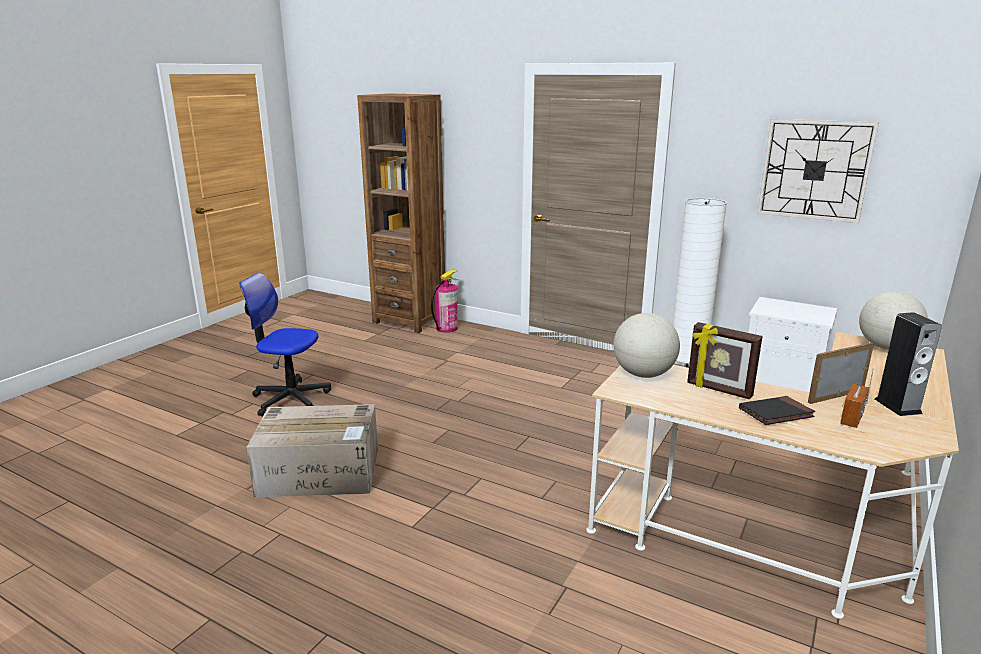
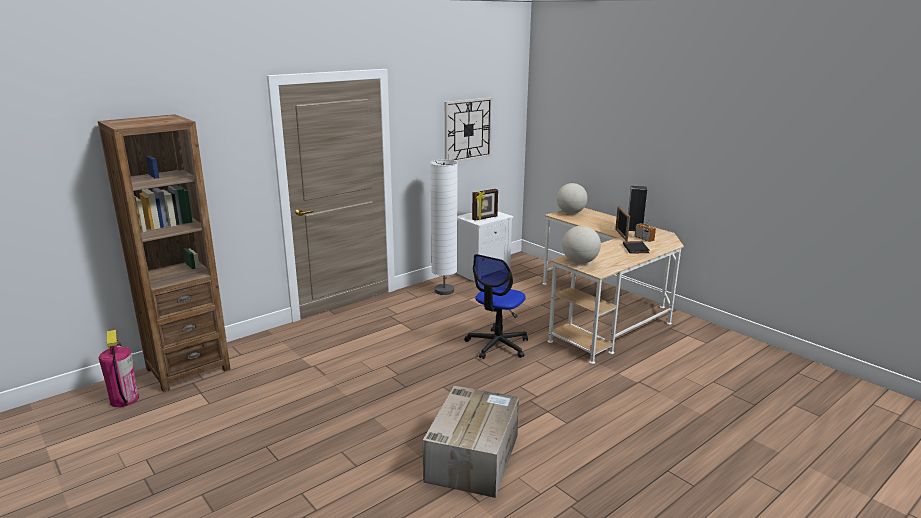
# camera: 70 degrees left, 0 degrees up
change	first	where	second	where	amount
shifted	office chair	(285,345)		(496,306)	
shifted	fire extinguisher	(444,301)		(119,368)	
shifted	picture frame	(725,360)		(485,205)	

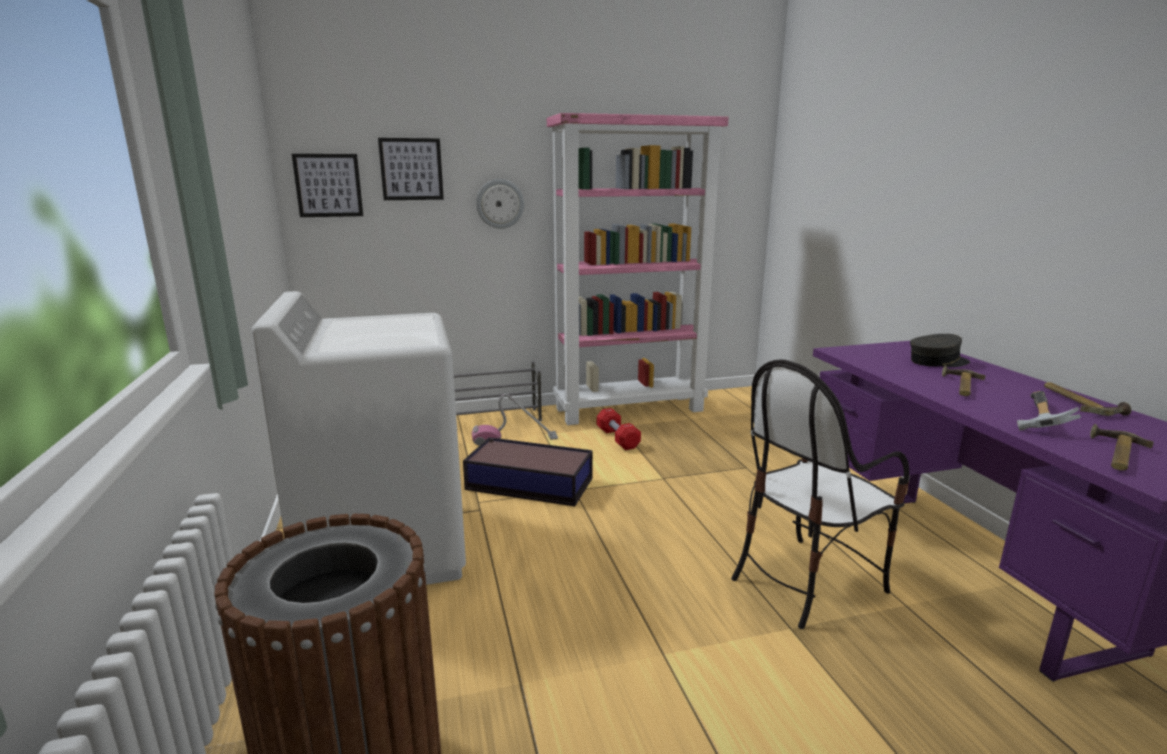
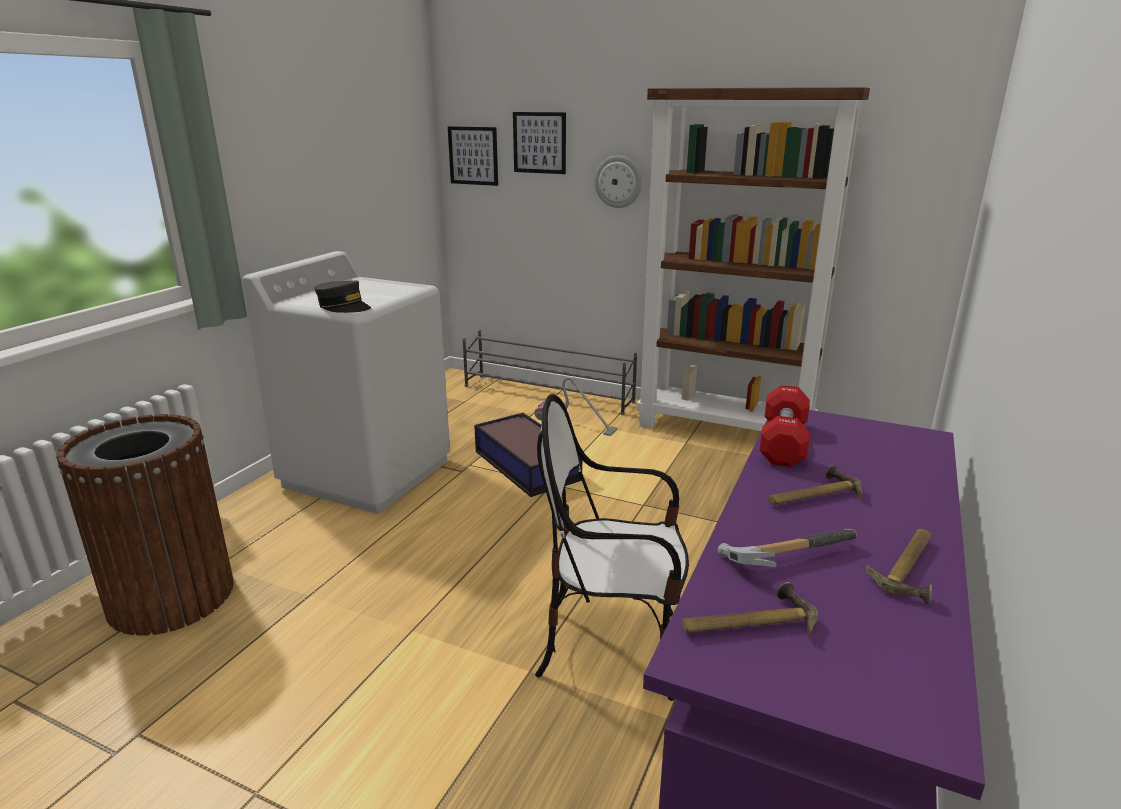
# camera: 40 degrees right, 5 degrees up
change	first	where	second	where	amount
repainted	pink bookcase	(638,269)	brown bookcase	(753,259)	
shifted	red dumbbell	(619,429)		(785,426)	
shifted	grey cap	(940,350)		(342,297)	

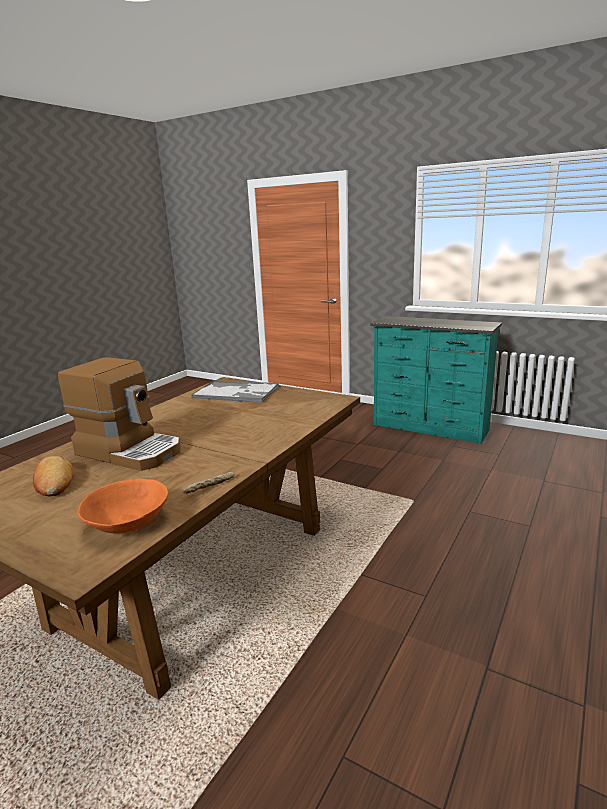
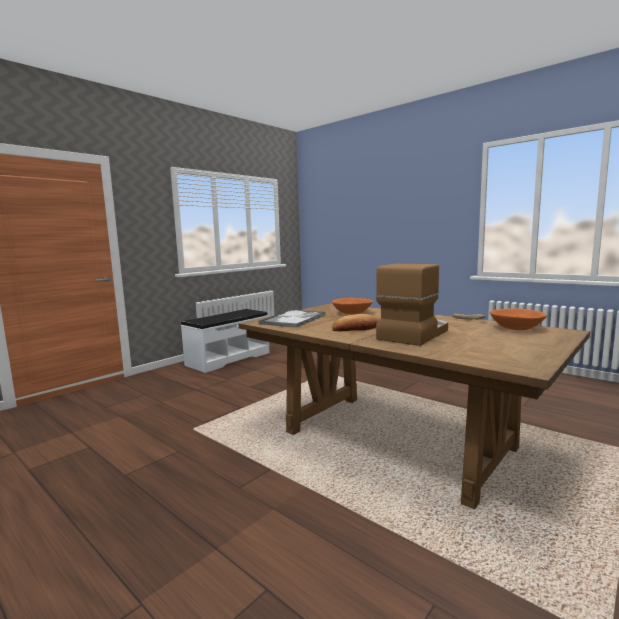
# camera: 80 degrees left, 10 degrees down
change	first	where	second	where	amount
shifted	bread	(53,476)		(356,322)	
swapped	turquoise dresser	(436,380)	white bench	(225,341)	
new			orange bowl	(352,306)	

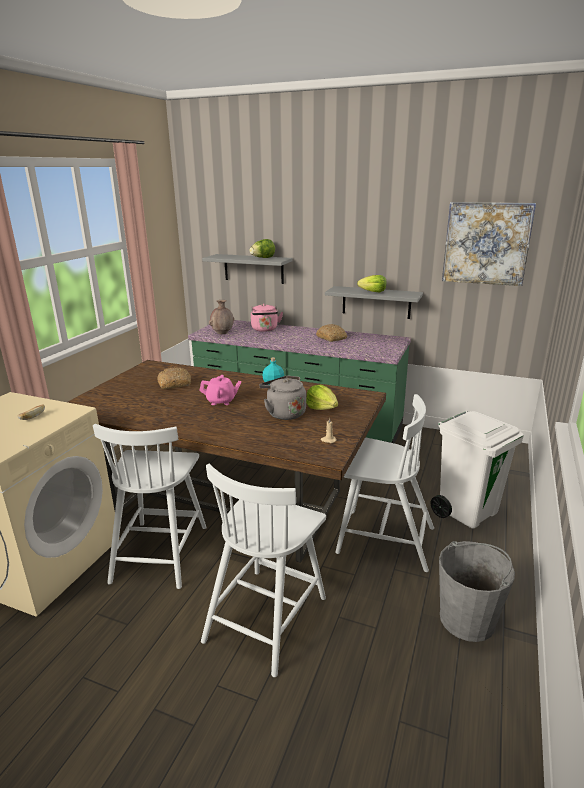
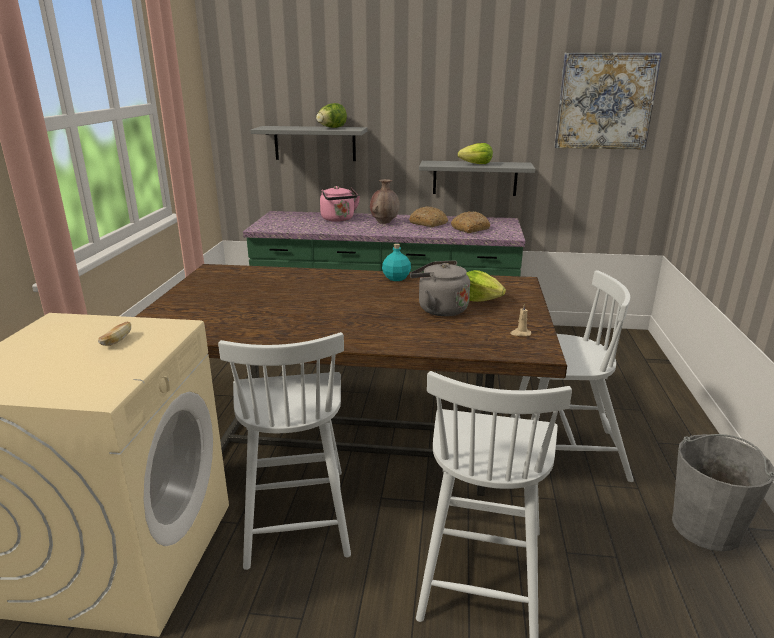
# camera: 15 degrees left, 0 degrees up
change	first	where	second	where	amount
shifted	bread	(174,378)		(470,222)	
gone	pink teapot	(220,390)			
shifted	brown vase	(221,317)		(385,201)	
gone	white trash can	(477,469)			

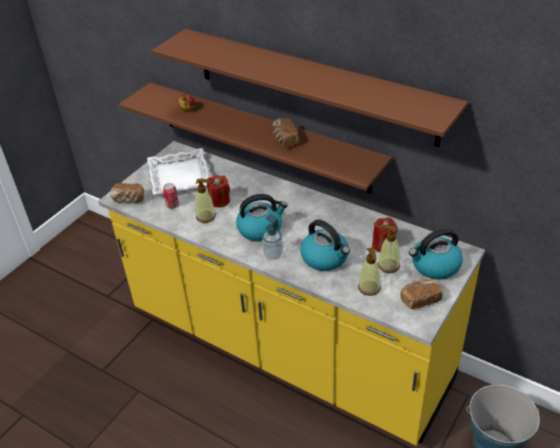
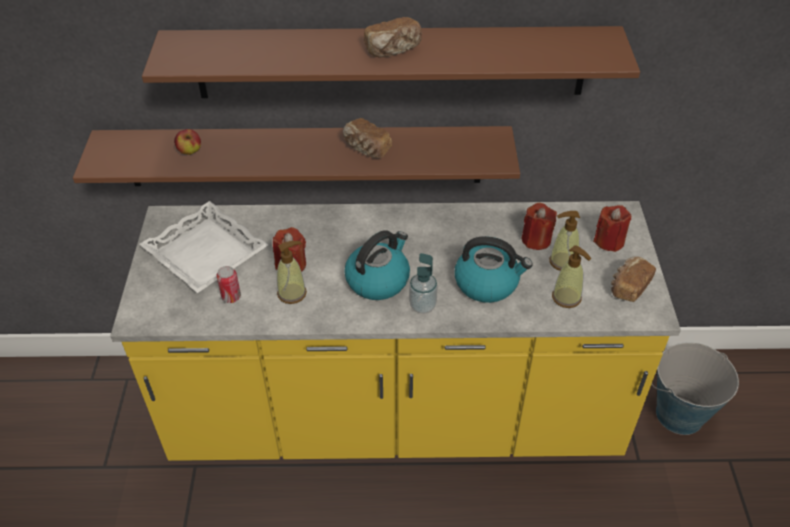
# camera: 35 degrees left, 5 degrees up
change	first	where	second	where	amount
shifted	bread	(127,193)		(393,37)	
swapped	kettle	(436,253)	red candle	(612,228)	

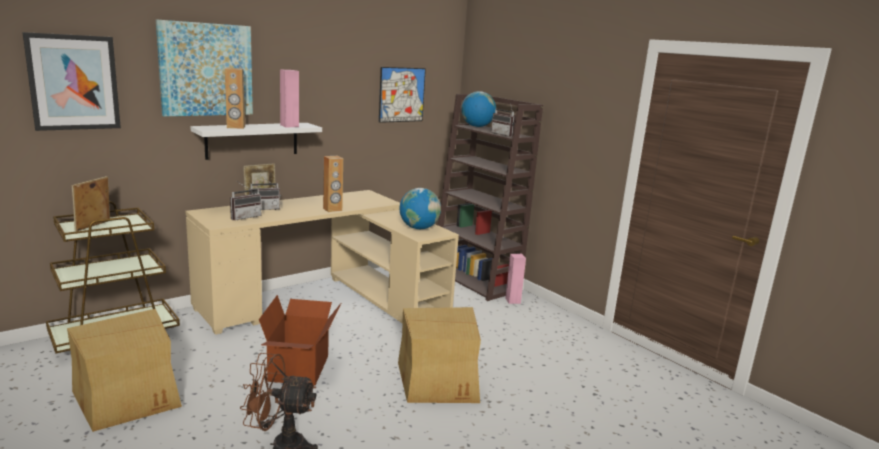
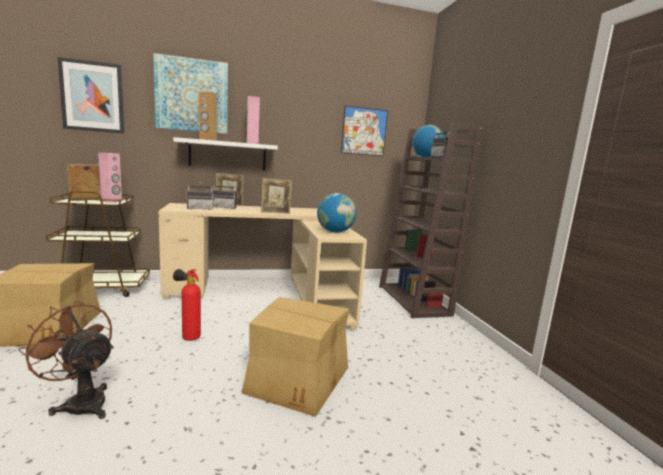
# camera: 25 degrees right, 5 degrees down
change	first	where	second	where	amount
swapped	cardboard box	(300,340)	fire extinguisher	(187,305)	
swapped	brown speaker	(333,184)	picture frame	(276,196)	
shifted	pink speaker	(515,279)		(110,177)	

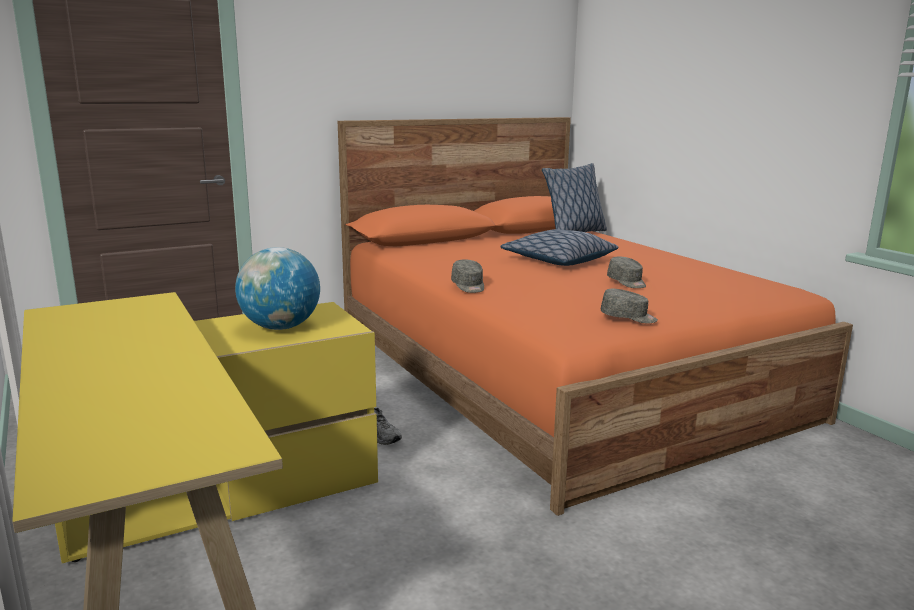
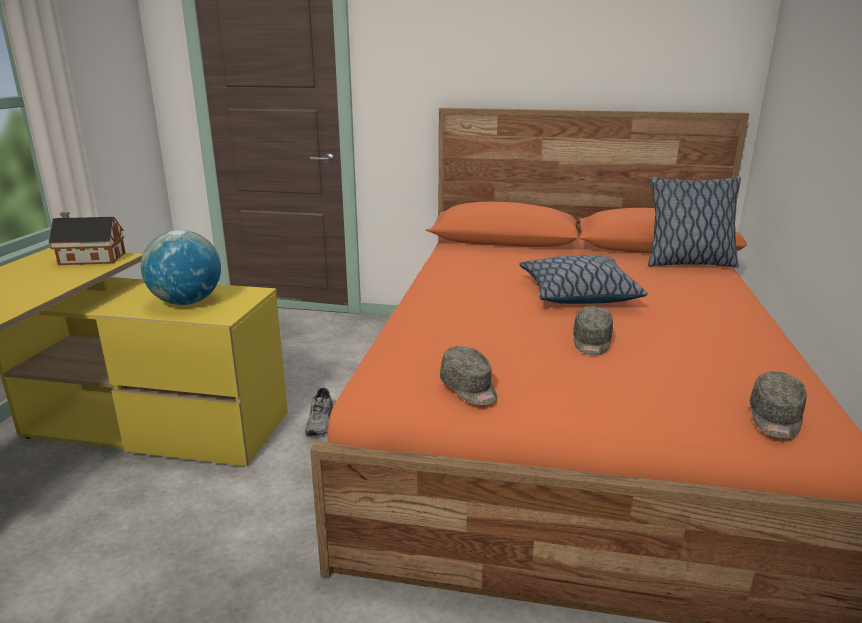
# camera: 40 degrees right, 5 degrees up
change	first	where	second	where	amount
shifted	grey cap	(467,276)		(778,405)	
new			toy house	(87,238)	

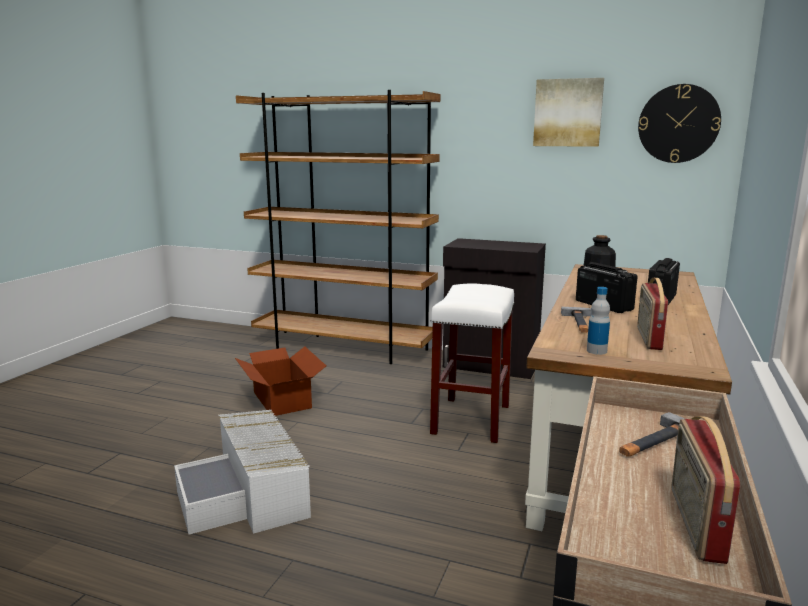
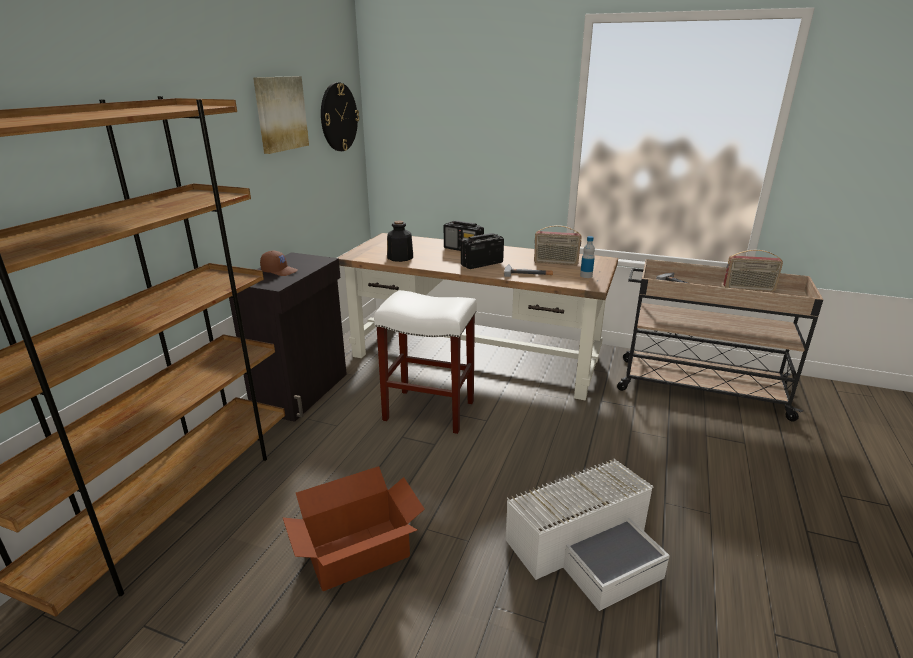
# camera: 90 degrees left, 10 degrees up
change	first	where	second	where	amount
new			brown cap	(279,263)	

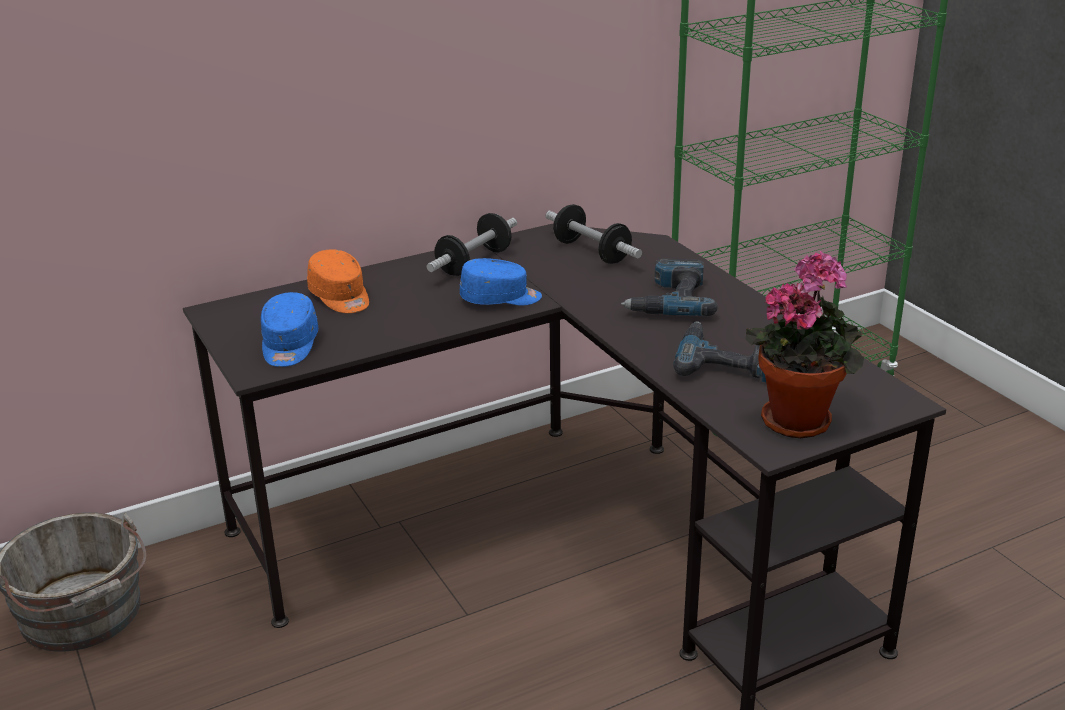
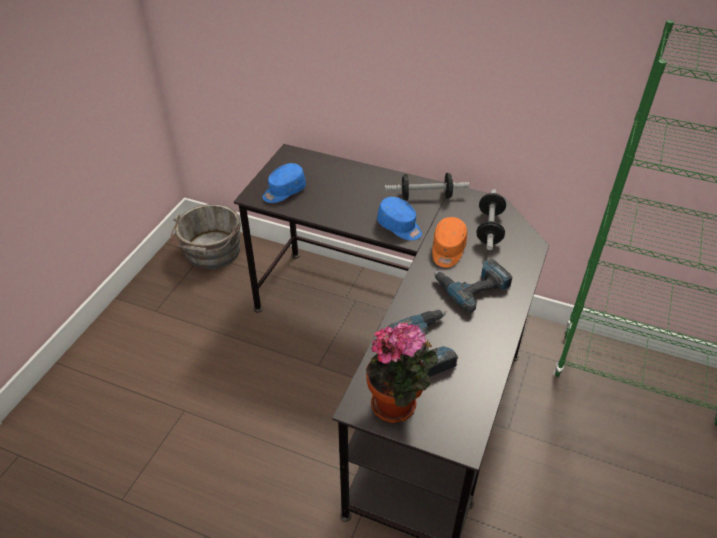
# camera: 50 degrees right, 15 degrees up
change	first	where	second	where	amount
shifted	orange cap	(338,281)		(449,242)	

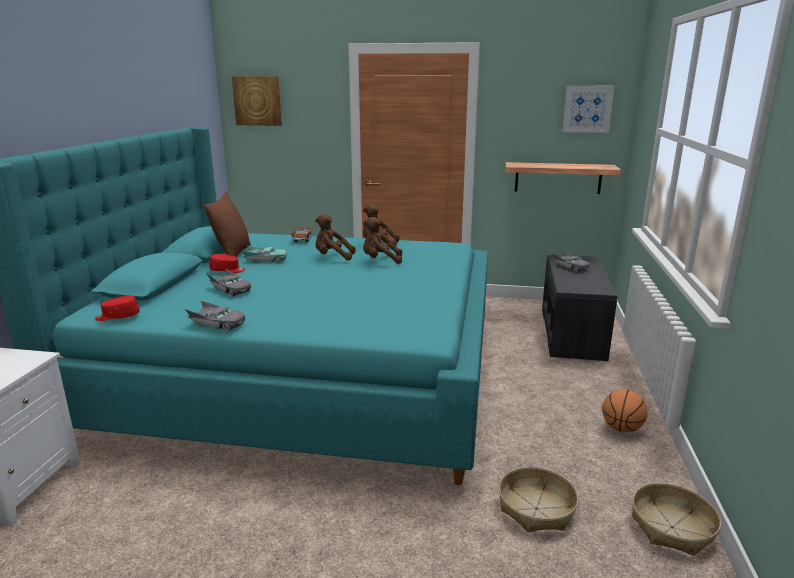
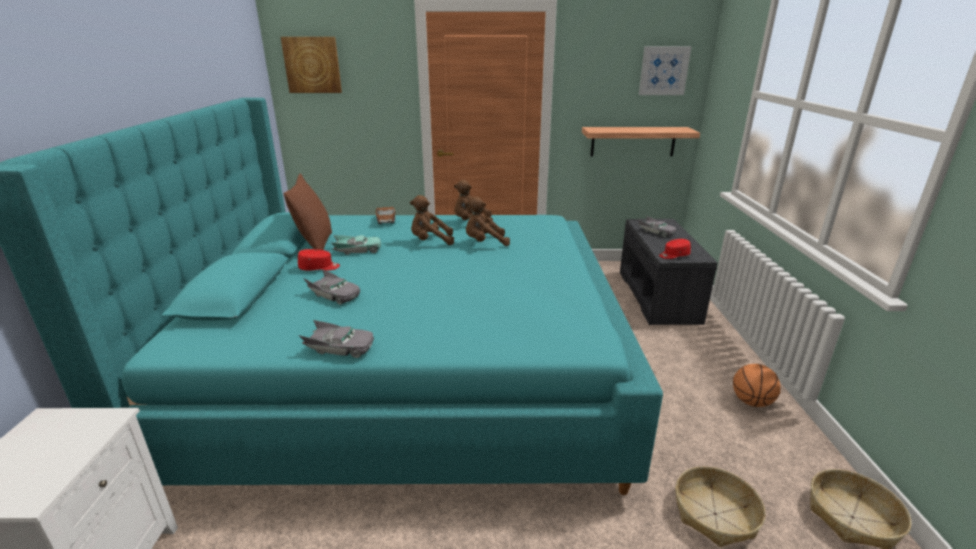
# camera: 10 degrees left, 5 degrees up
change	first	where	second	where	amount
shifted	red cap	(117,308)		(675,249)	

